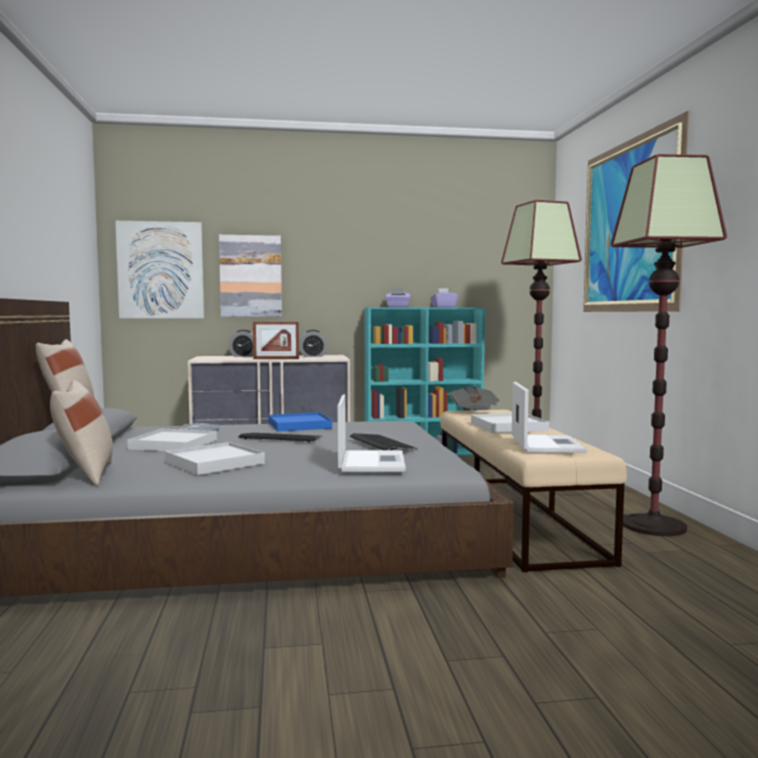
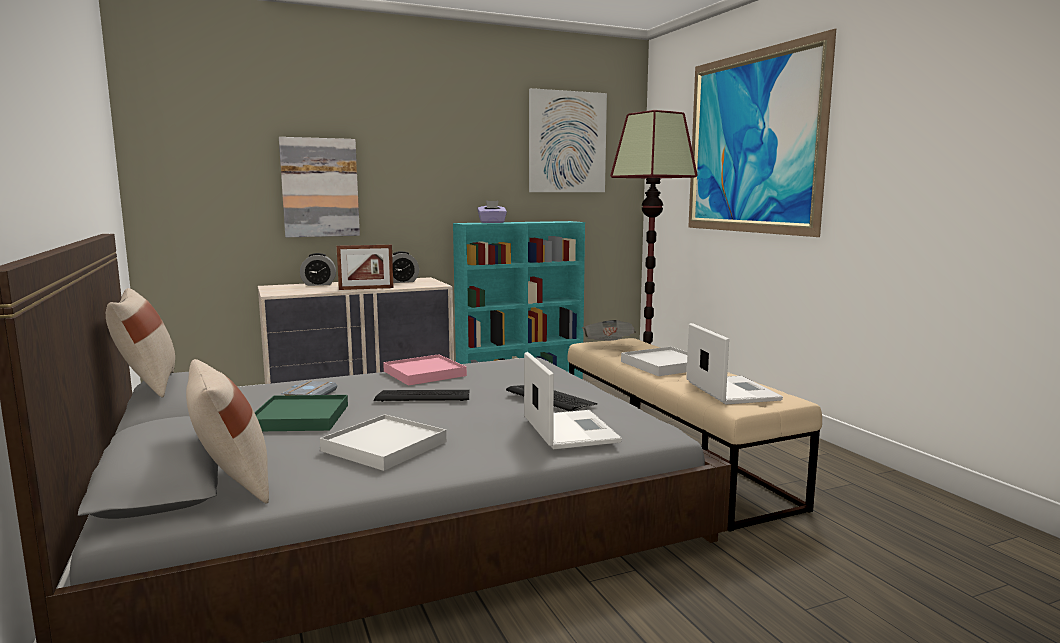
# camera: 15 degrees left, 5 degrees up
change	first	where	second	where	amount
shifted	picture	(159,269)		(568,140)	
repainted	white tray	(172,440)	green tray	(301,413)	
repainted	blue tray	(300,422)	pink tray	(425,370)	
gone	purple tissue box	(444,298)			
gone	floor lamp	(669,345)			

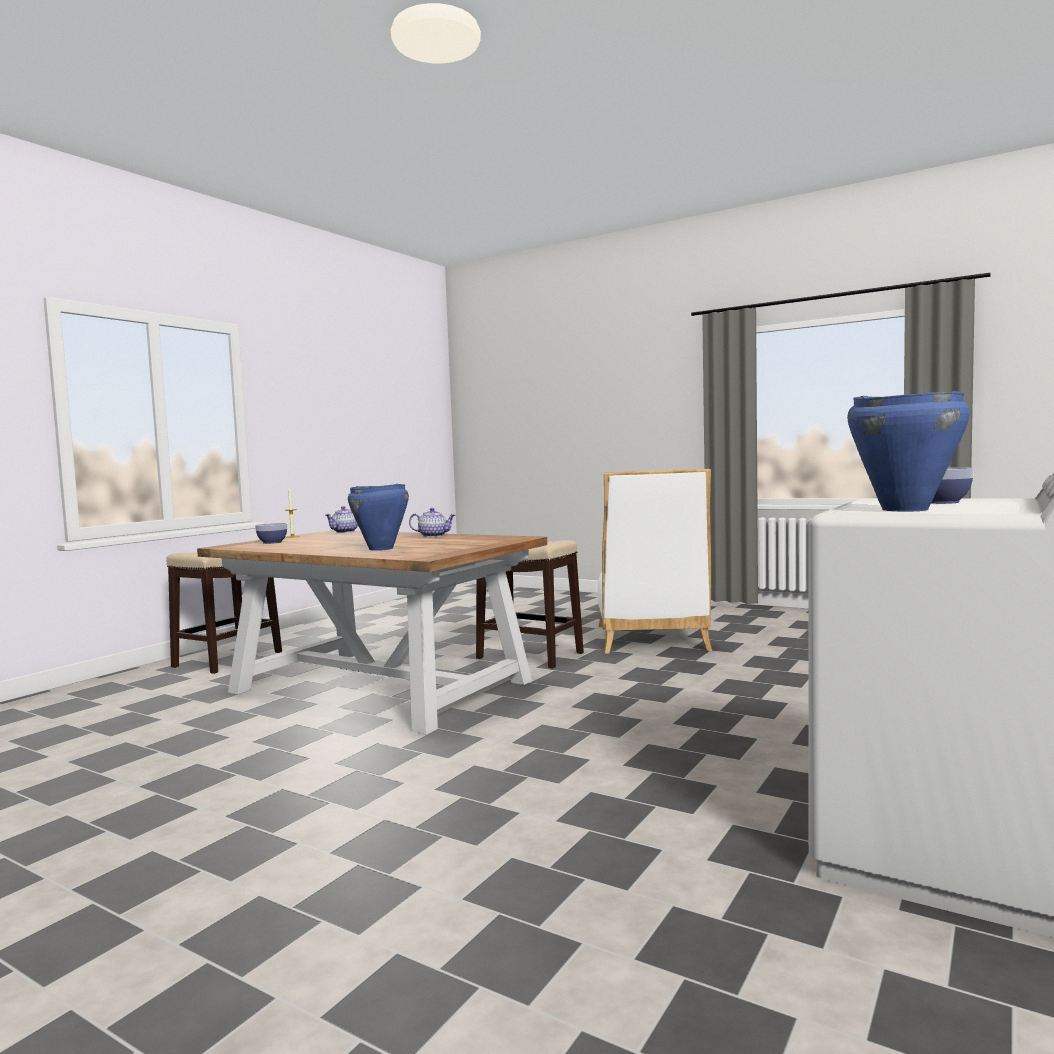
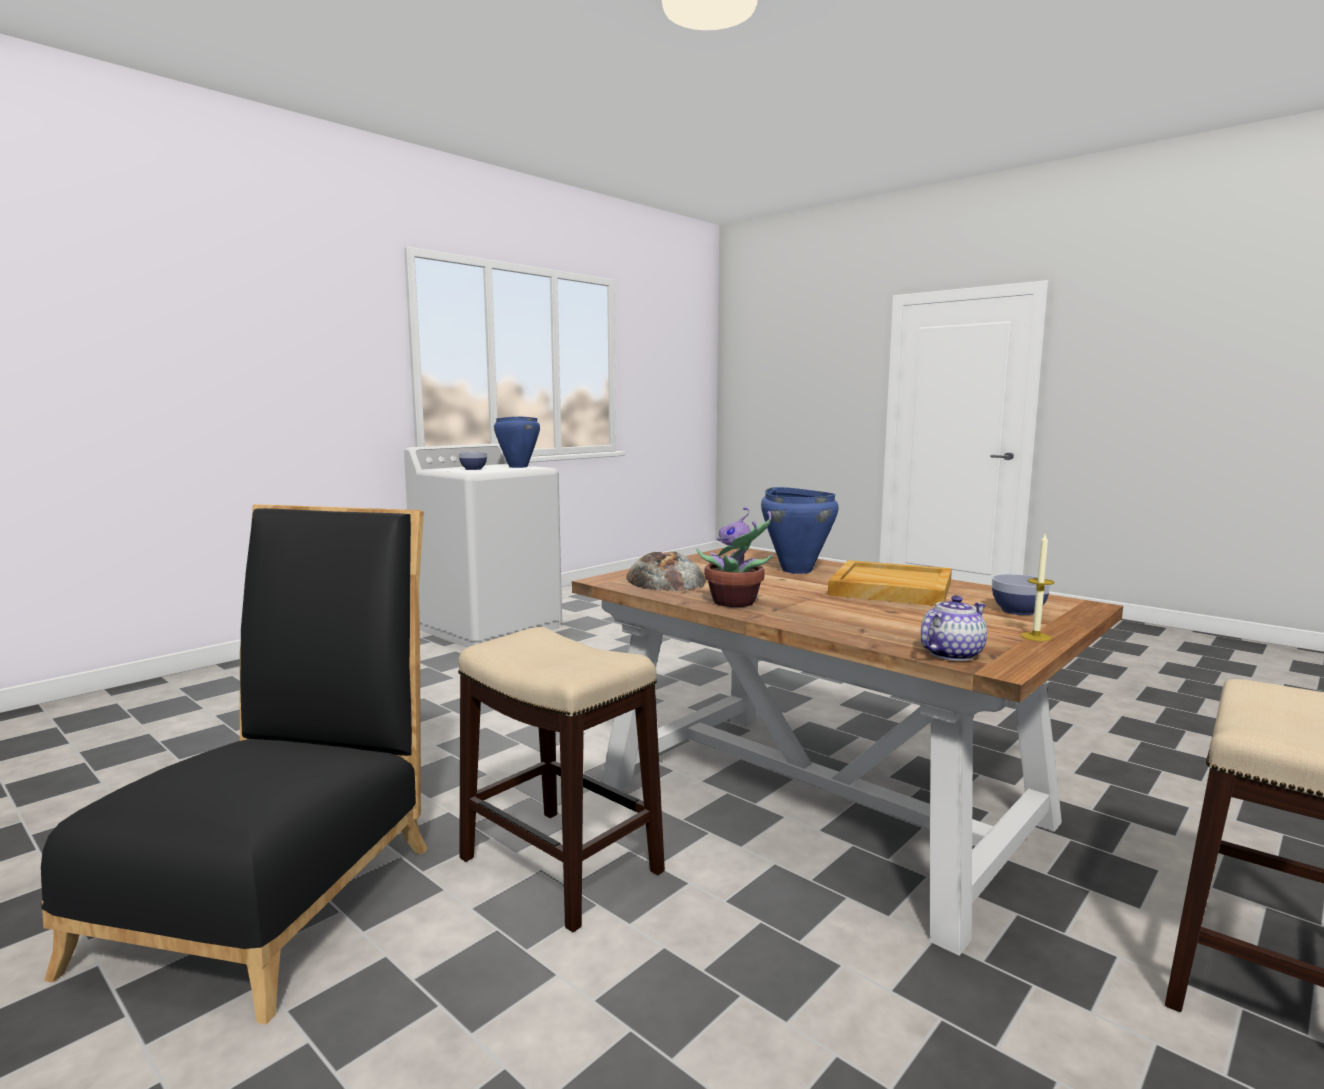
# camera: 170 degrees left, 5 degrees up
change	first	where	second	where	amount
swapped	teapot	(432,522)	potted plant	(734,557)	
repainted	white chair	(655,561)	black chair	(234,764)	
new			bread	(666,571)	
new			beige tray	(890,583)	

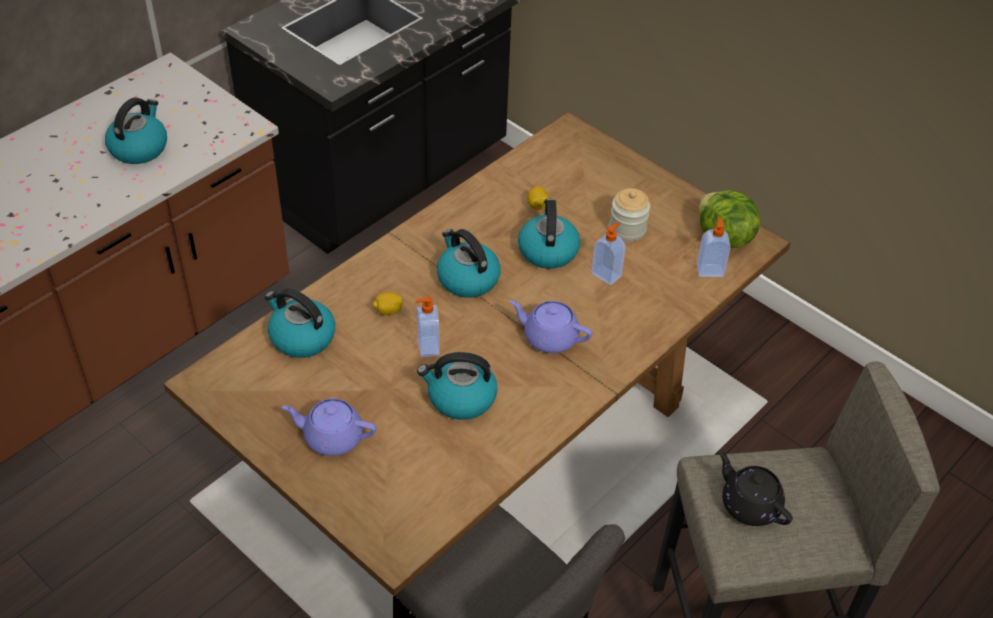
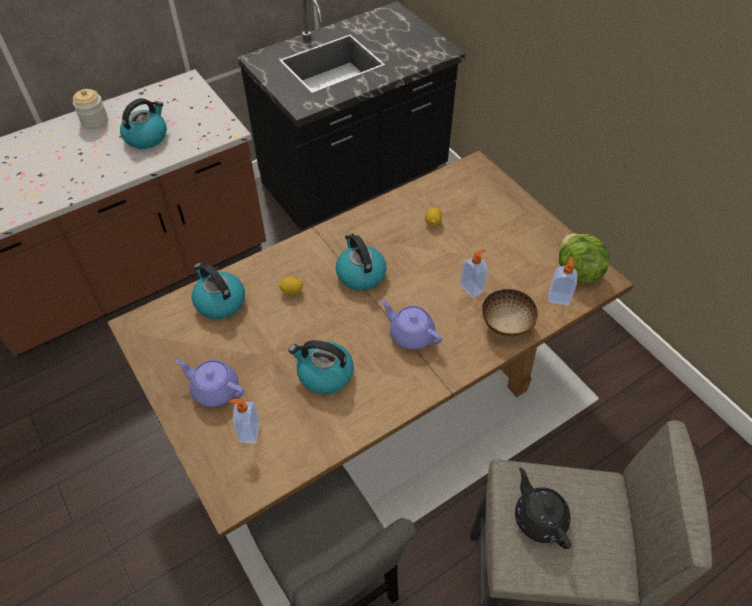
# camera: 15 degrees right, 5 degrees up
change	first	where	second	where	amount
shifted	soap dispenser	(427,327)		(244,421)	
gone	kettle	(549,234)			
shifted	jar	(629,215)		(90,109)	
new			bowl	(510,313)	

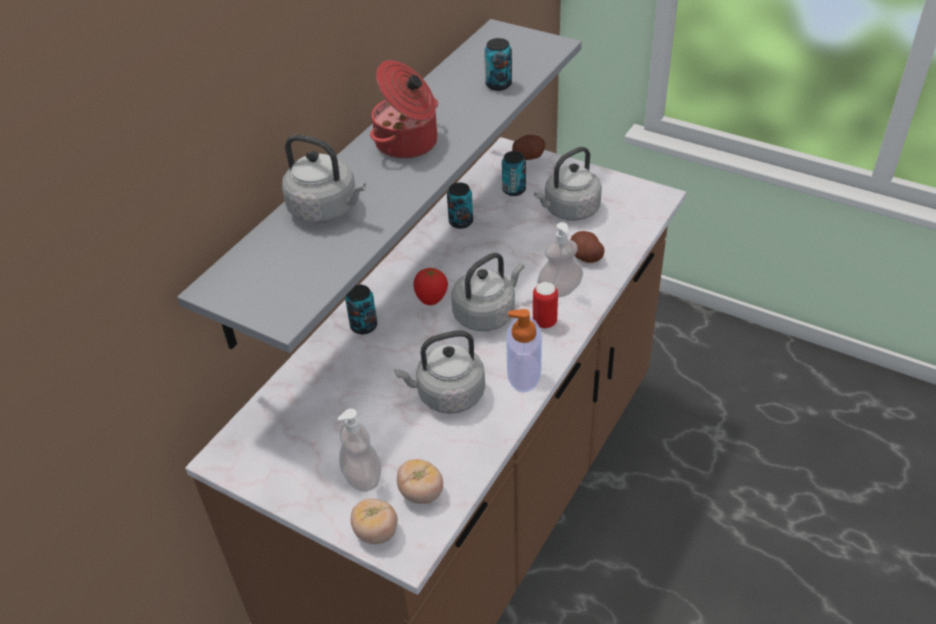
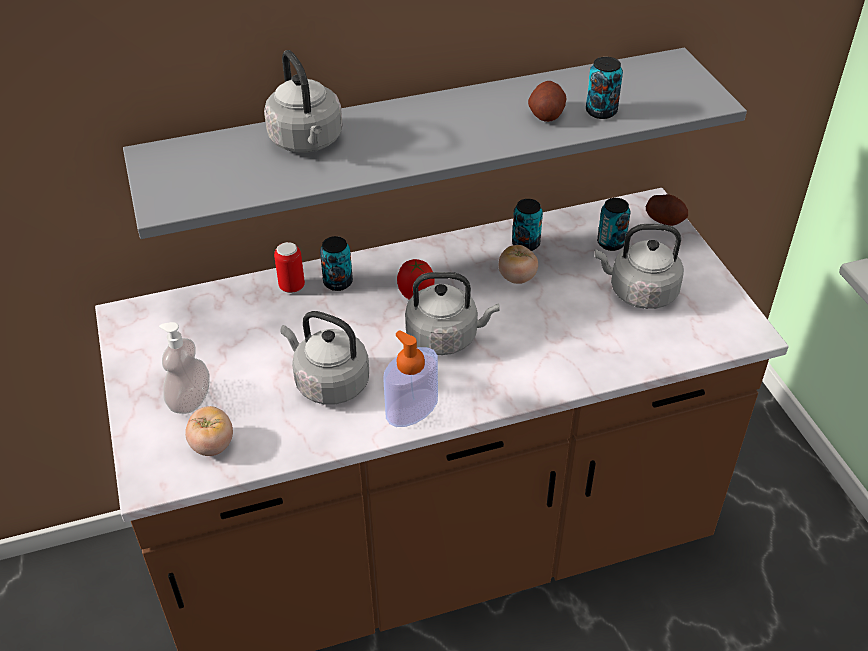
# camera: 40 degrees right, 0 degrees up
change	first	where	second	where	amount
shifted	tomato	(374,521)		(518,264)	
gone	cooking pot	(404,109)			
shifted	can	(545,305)		(289,267)	
gone	soap dispenser	(560,260)			
shifted	potato	(588,247)		(547,101)	

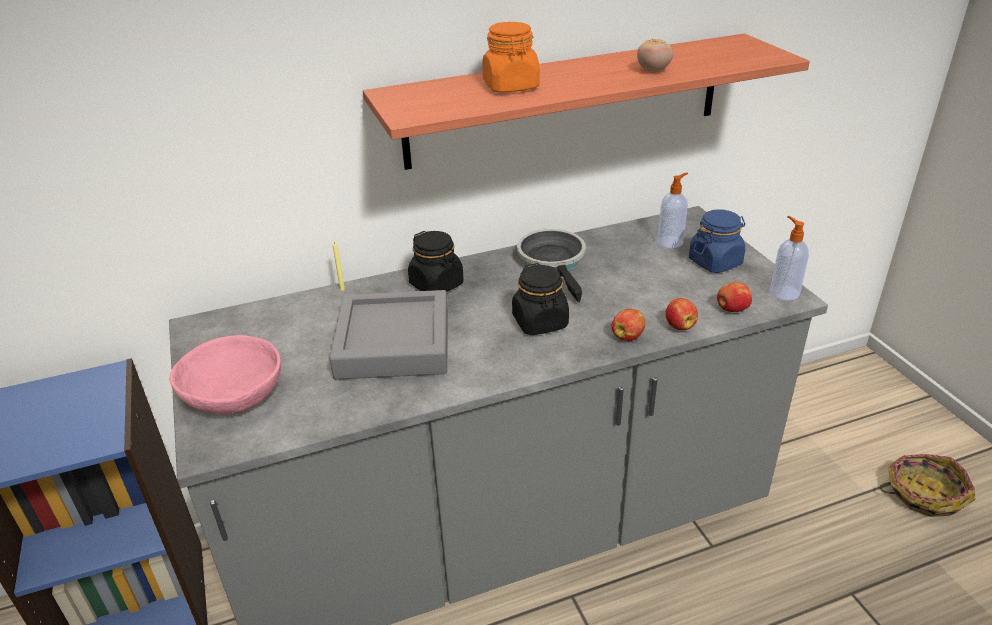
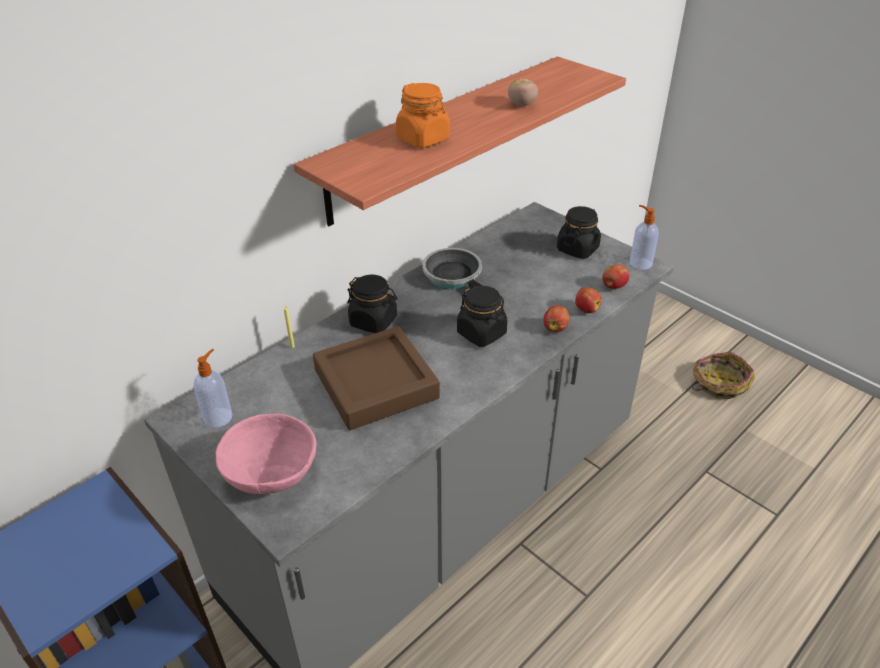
# camera: 25 degrees left, 5 degrees up
change	first	where	second	where	amount
repainted	grey tray	(388,335)	brown tray	(376,378)	
shifted	soap dispenser	(672,210)		(213,388)	
repainted	blue jar	(717,241)	black jar	(579,232)	

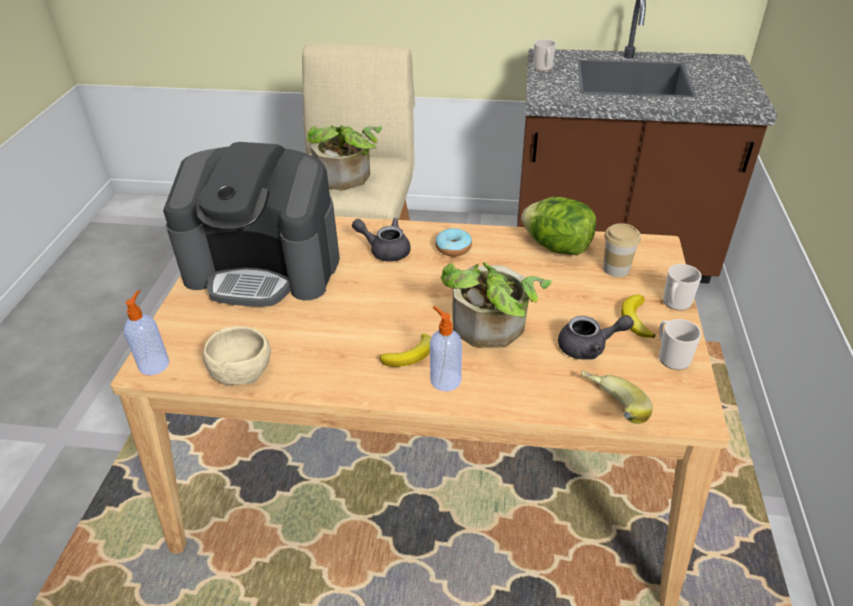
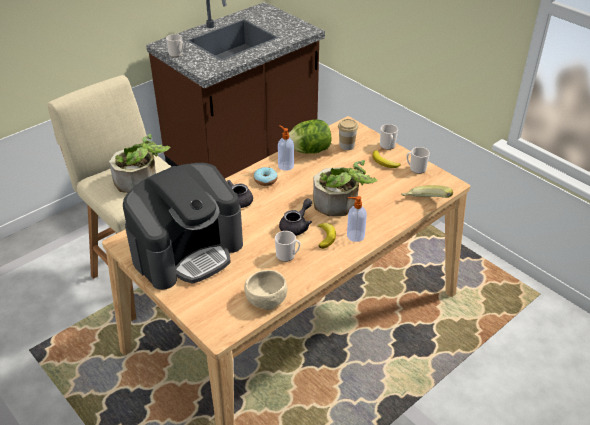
# camera: 50 degrees left, 0 degrees up
change	first	where	second	where	amount
shifted	soap dispenser	(146,332)		(286,148)	
shifted	grey teapot	(596,337)		(295,217)	
new			mug	(287,246)	

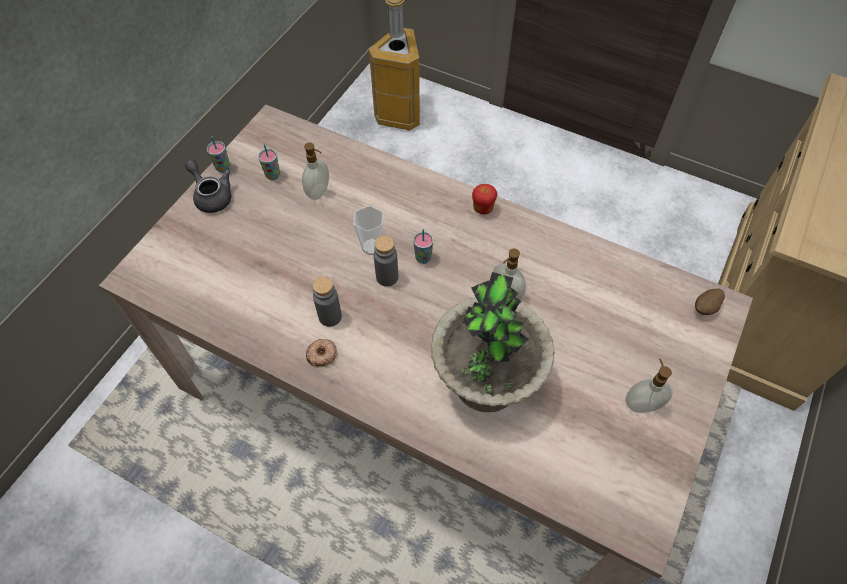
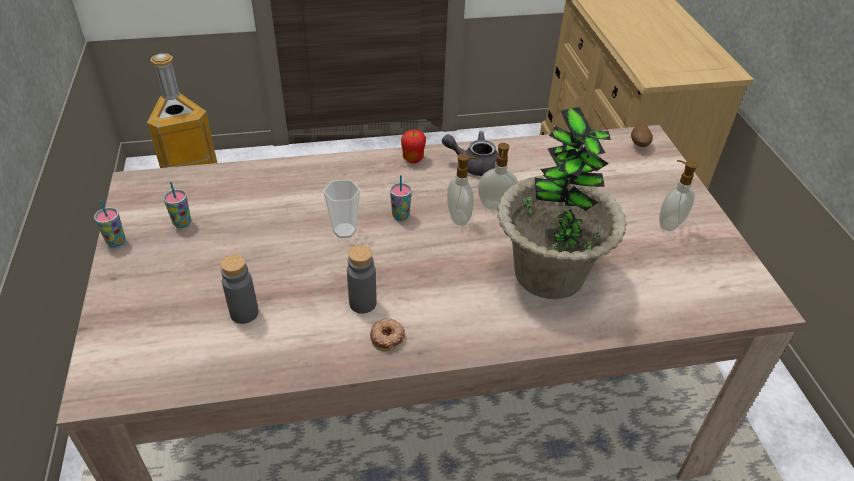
# camera: 40 degrees left, 15 degrees down
change	first	where	second	where	amount
shifted	grey teapot	(208,186)		(470,153)	
shifted	soap dispenser	(315,171)		(462,190)	
shifted	grey bottle	(386,261)		(239,289)	

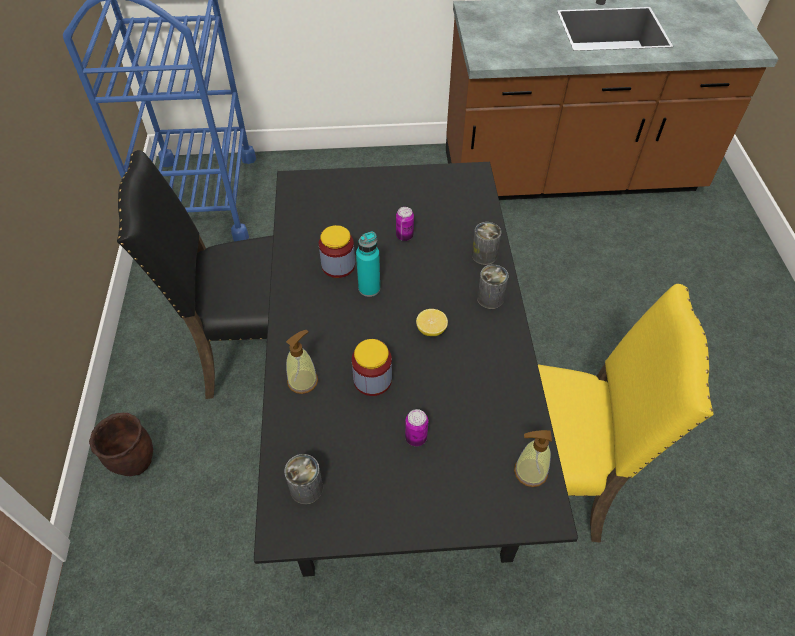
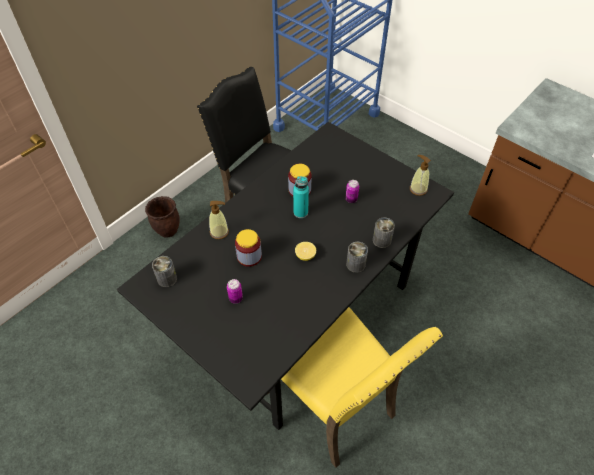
# camera: 45 degrees right, 0 degrees up
change	first	where	second	where	amount
shifted	soap dispenser	(533,458)		(420,175)	

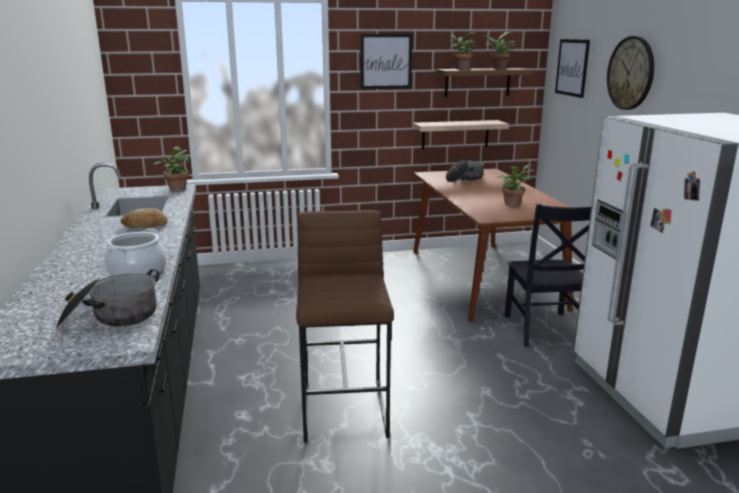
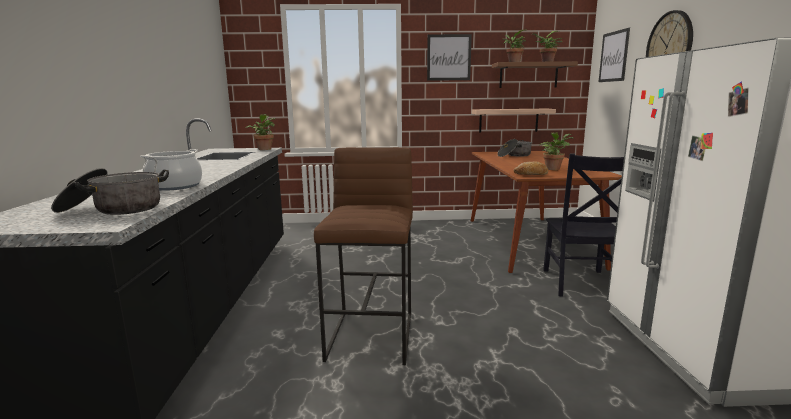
# camera: 10 degrees right, 5 degrees down
change	first	where	second	where	amount
shifted	bread	(144,218)		(531,168)	

